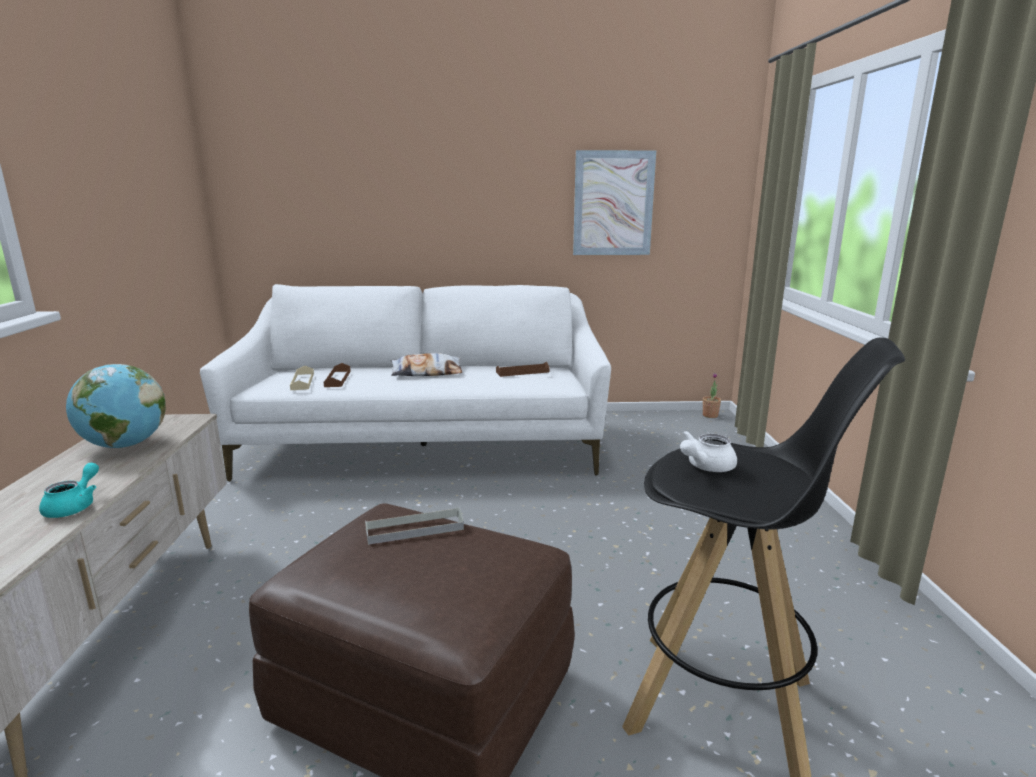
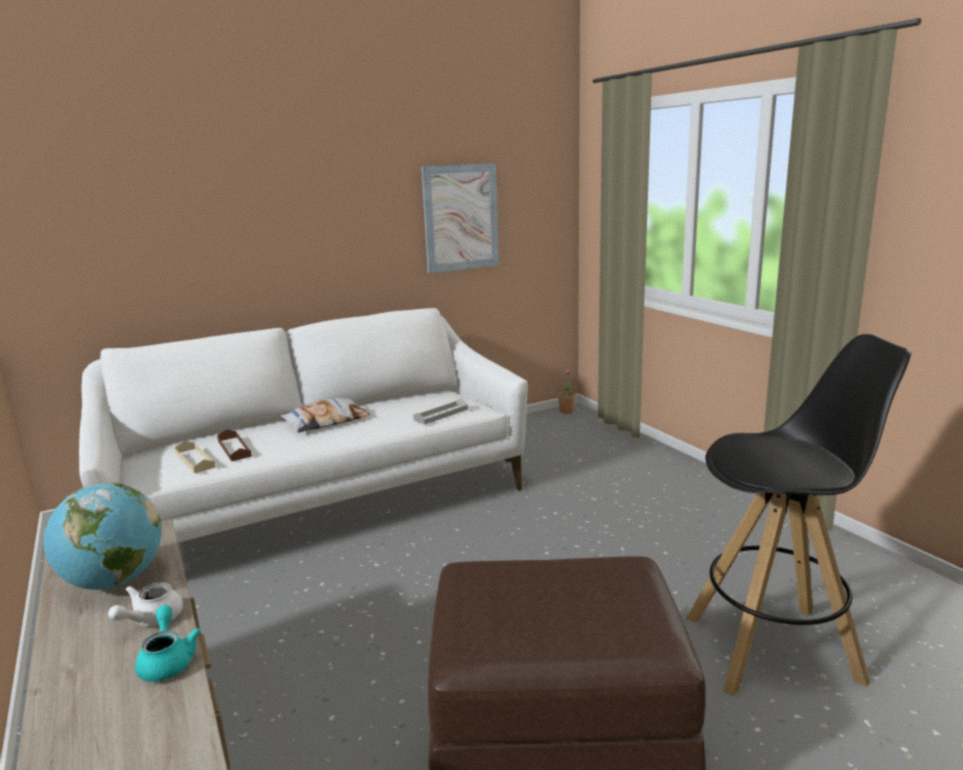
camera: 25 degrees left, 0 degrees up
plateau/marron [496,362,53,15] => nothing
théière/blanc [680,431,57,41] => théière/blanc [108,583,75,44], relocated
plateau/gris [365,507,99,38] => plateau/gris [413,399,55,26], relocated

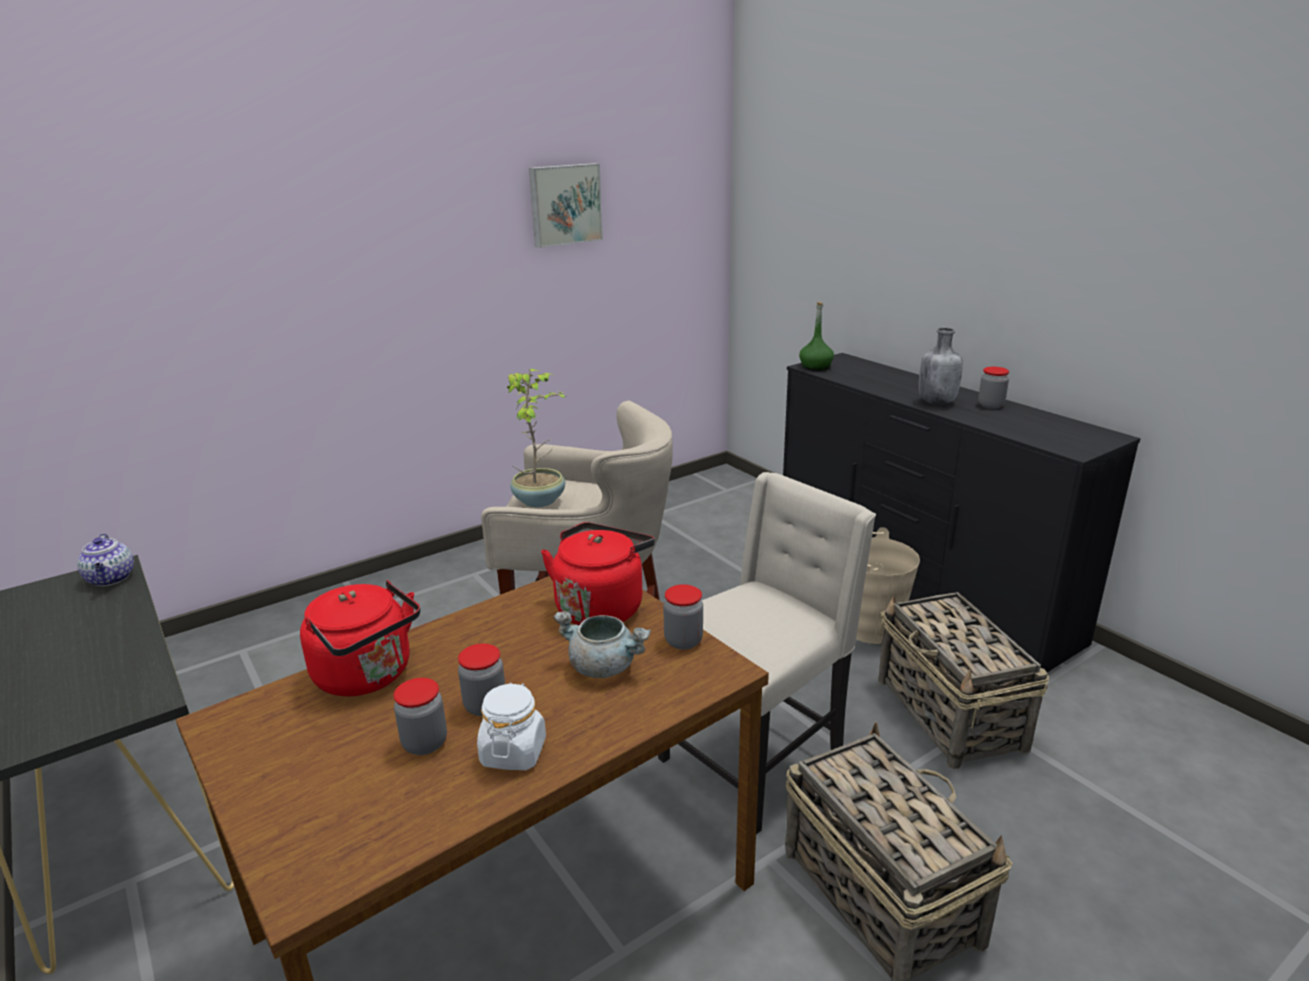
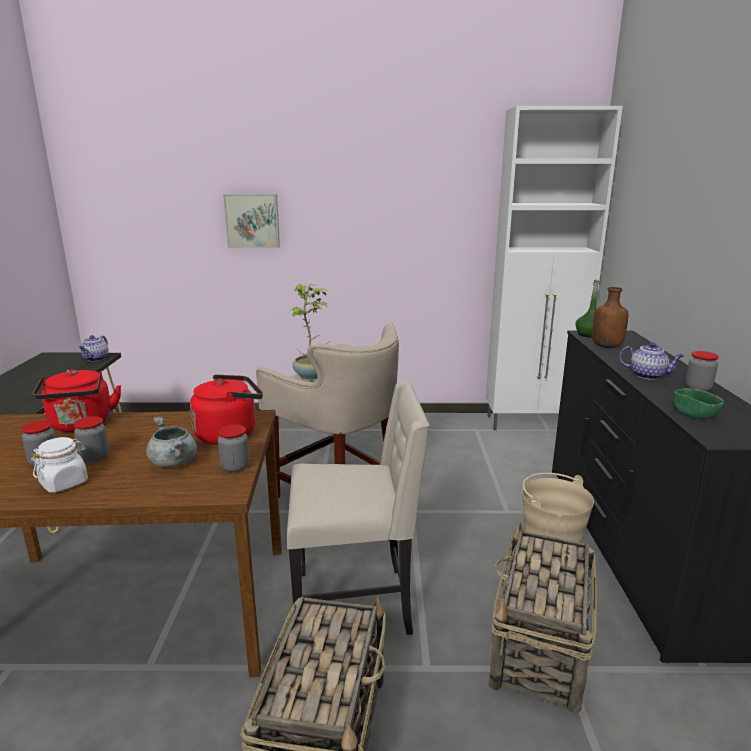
camera: 35 degrees right, 5 degrees down
tableau [529,163,74,85] => tableau [223,194,57,54], relocated
bouteille/gris [919,328,44,77] => théière [619,343,65,37]
nothing => meuble de rangement/blanc [486,106,137,324]
nothing => bouteille/marron [592,287,36,61]
nothing => bol/vert [673,388,51,31]

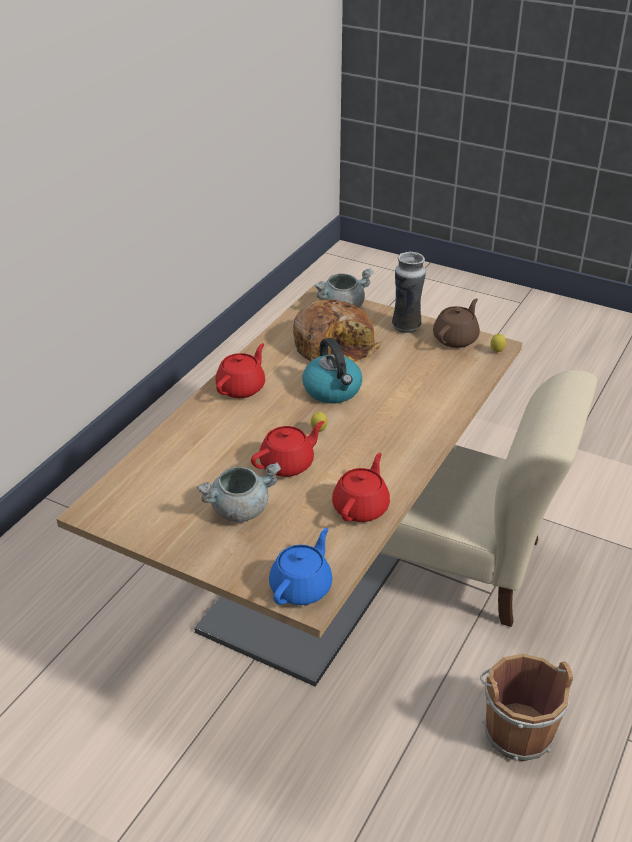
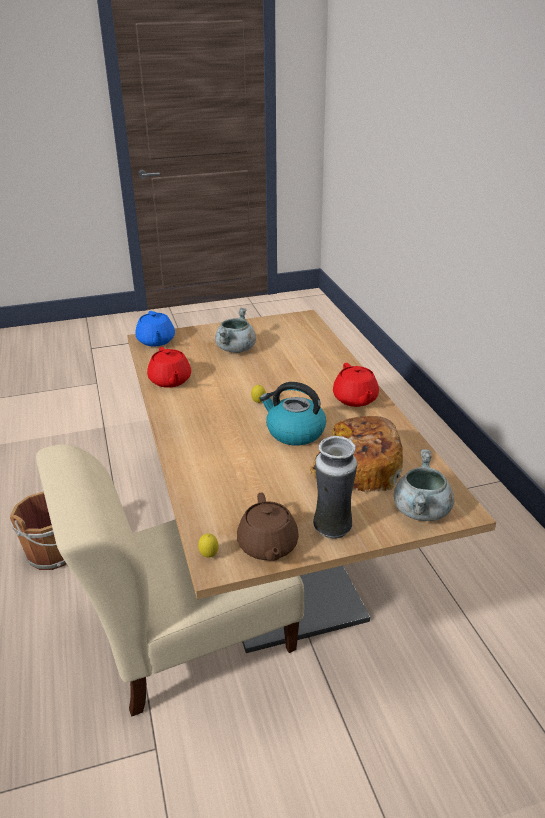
camera: 135 degrees right, 5 degrees down
théière/rouge [251,421,73,56] => nothing

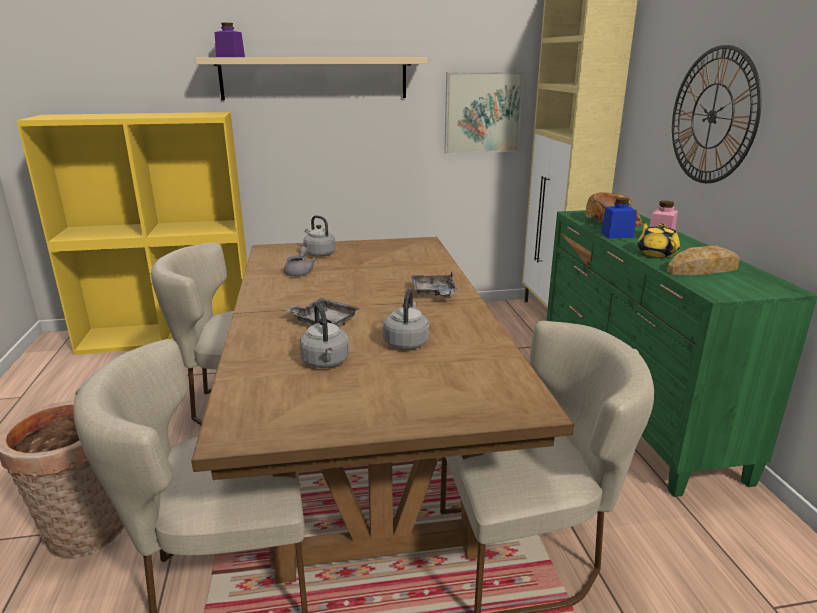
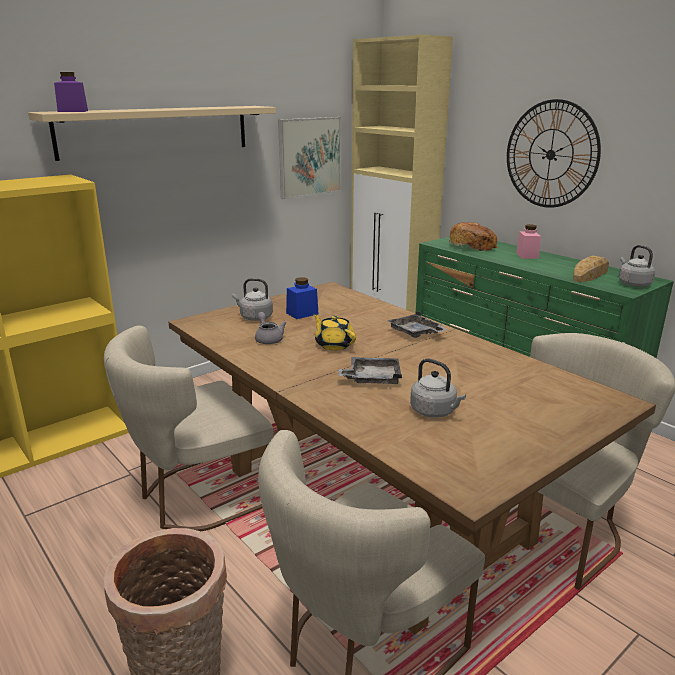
camera: 30 degrees left, 0 degrees up
bocal/bleu [601,197,36,41] => bocal/bleu [286,277,33,42], relocated
théière/jaune [637,222,43,36] => théière/jaune [313,313,43,37], relocated
bouilloire/gris [383,289,46,61] => bouilloire/gris [619,245,36,42], relocated

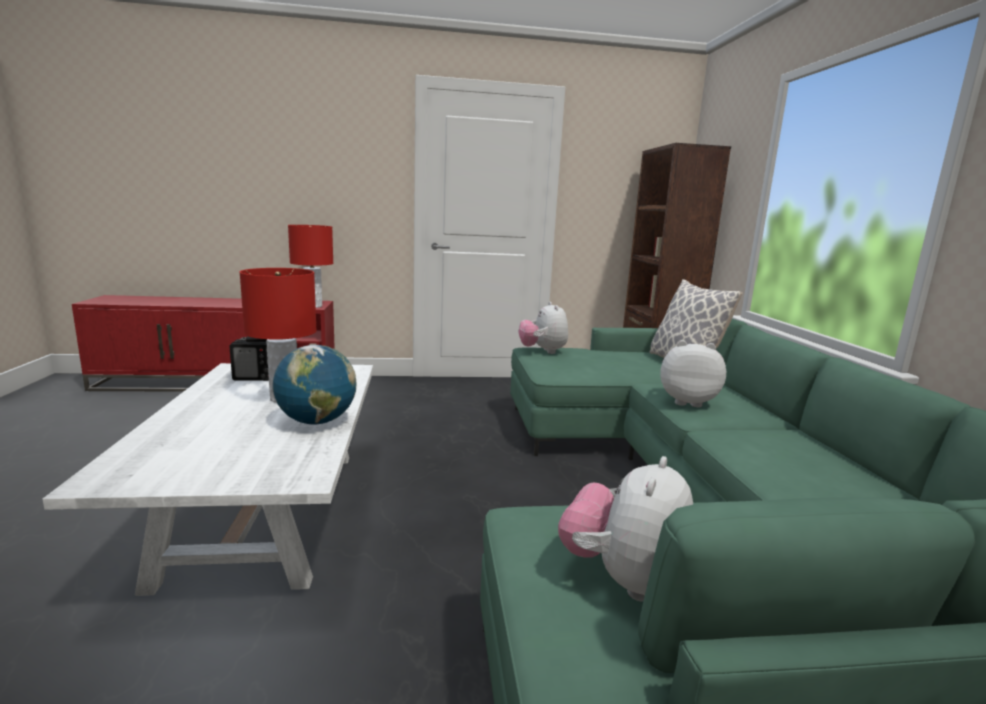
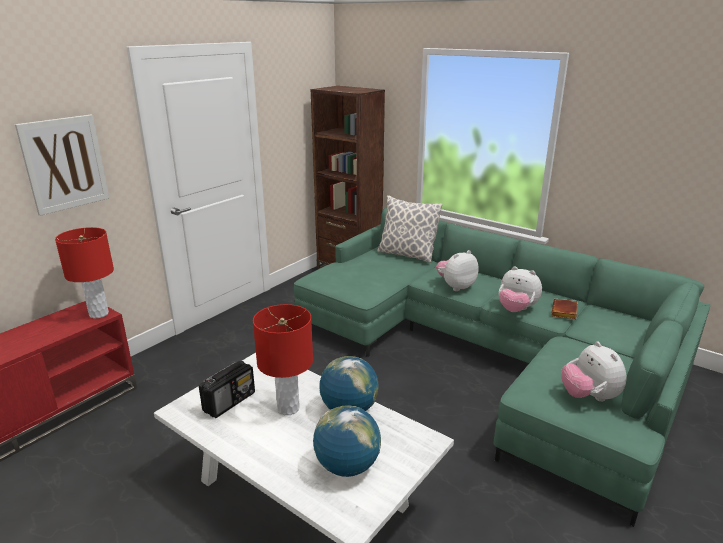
camera: 45 degrees left, 10 degrees up
peluche [518,302,50,52] => peluche [499,266,43,46], relocated
nothing => tableau [15,115,94,101]
nothing => livre/marron [551,299,27,20]
nothing => globe [313,405,68,72]

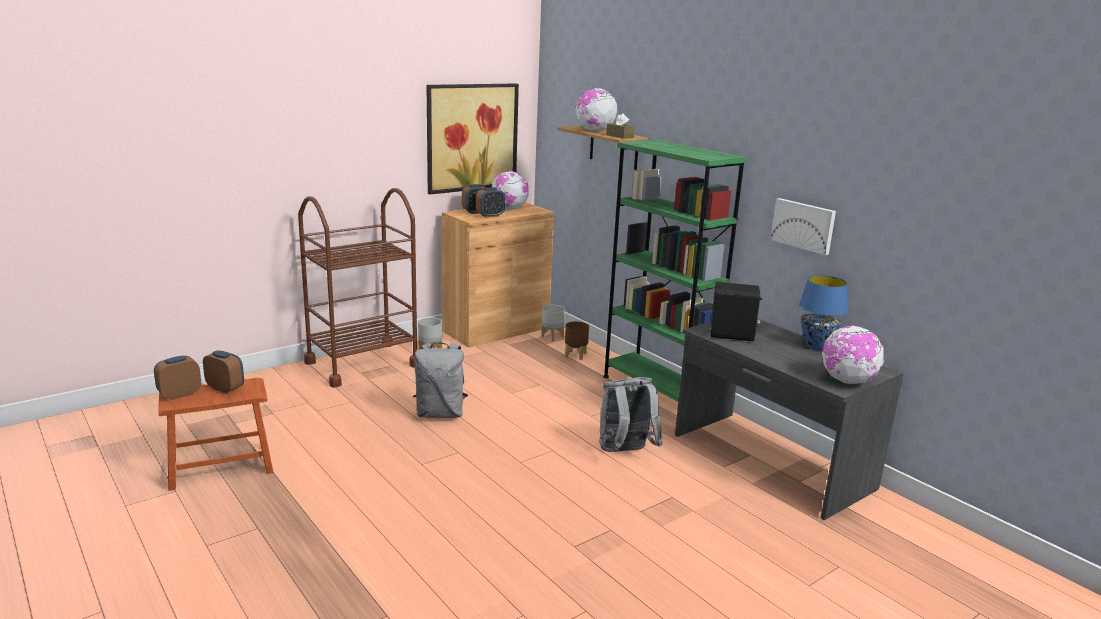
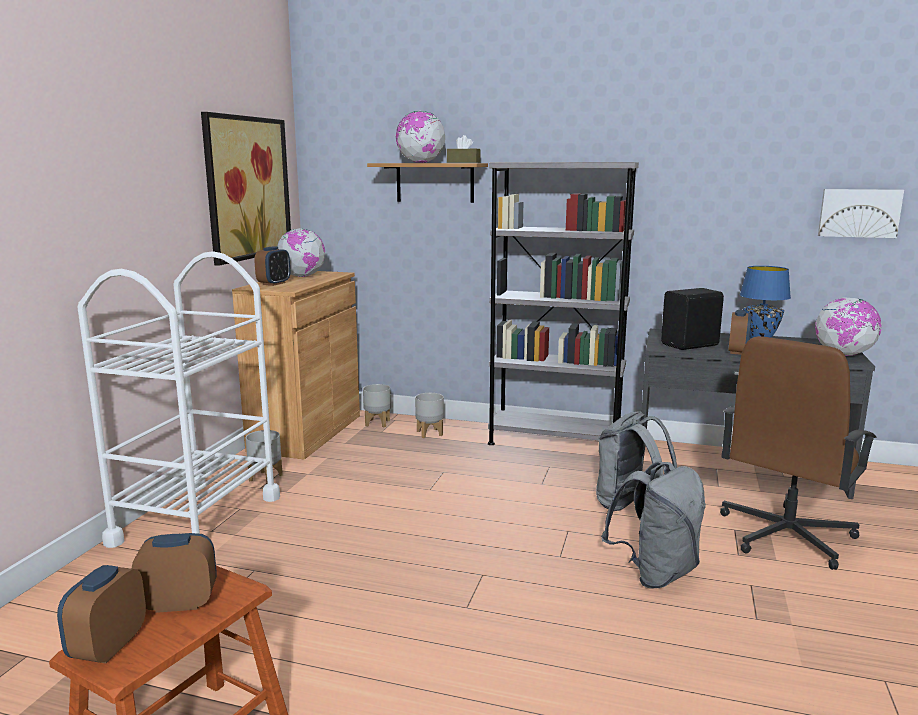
camera: 35 degrees left, 5 degrees down
bibliothèque/vert [603,139,145,262] => bibliothèque/gris [488,162,151,283]
réveil [476,187,29,31] => réveil [728,310,24,45], relocated
chariot/marron [298,188,119,200] => chariot/blanc [77,251,203,297]
tableau [771,198,65,57] => tableau [818,189,86,49], relocated
cache-pot/marron [565,321,24,39] => cache-pot/gris [415,393,29,45]
sac à dos/gris [413,342,55,76] => sac à dos/gris [601,461,105,127], relocated
nothing => chaise de bureau/marron [720,336,157,234]

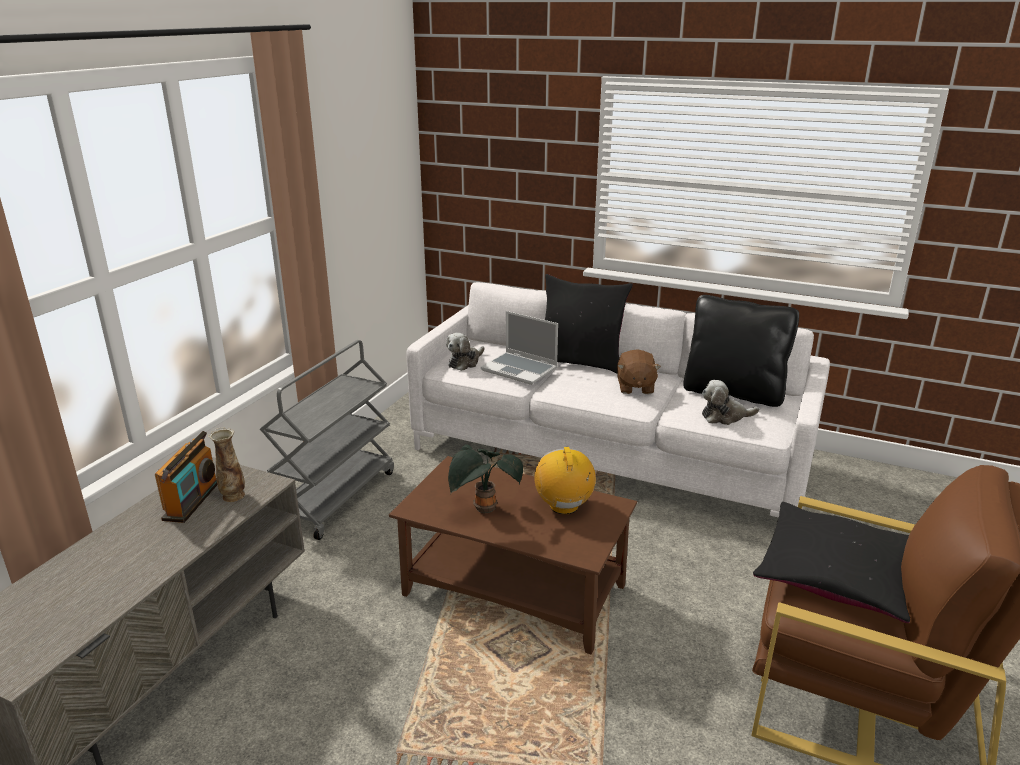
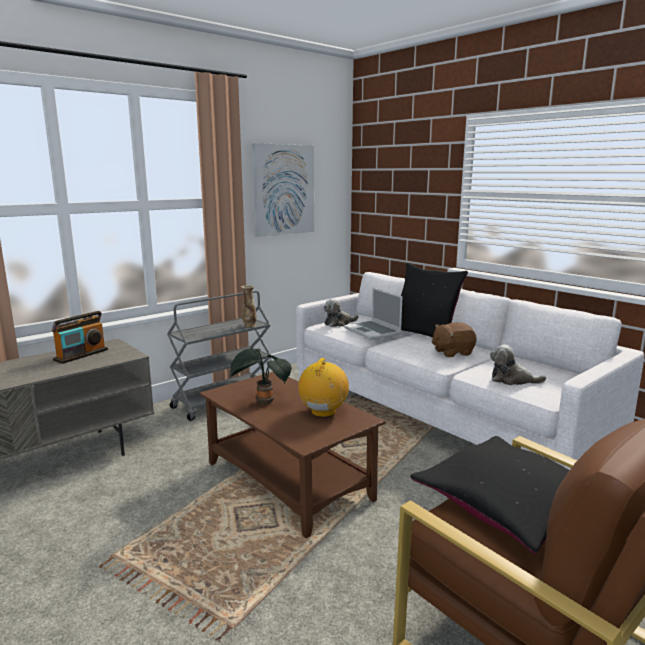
camera: 25 degrees right, 10 degrees down
coussin/noir [683,295,116,112] => nothing
peluche/marron [617,349,44,45] => peluche/marron [432,322,45,35], 45 degrees clockwise
vase [208,427,37,75] => vase [241,285,16,42], relocated
nothing => tableau [251,143,63,94]

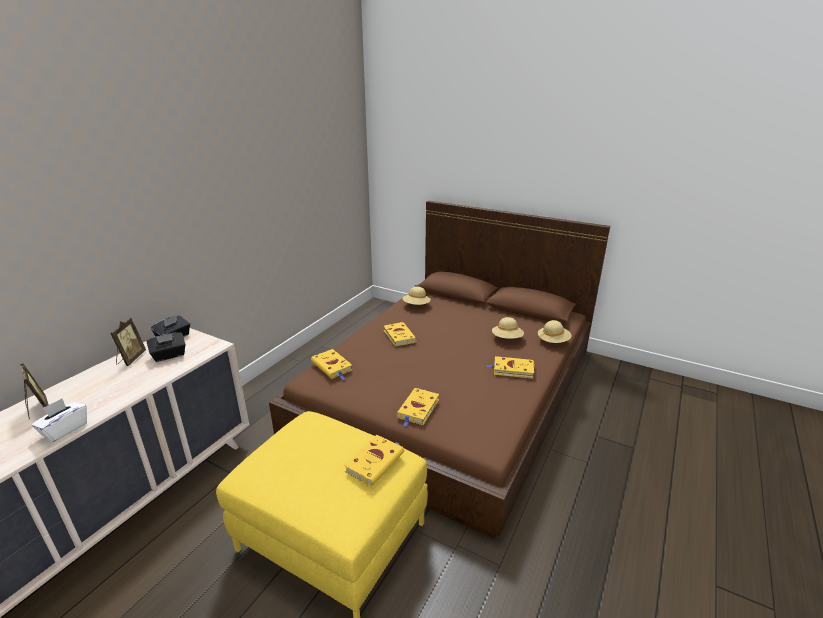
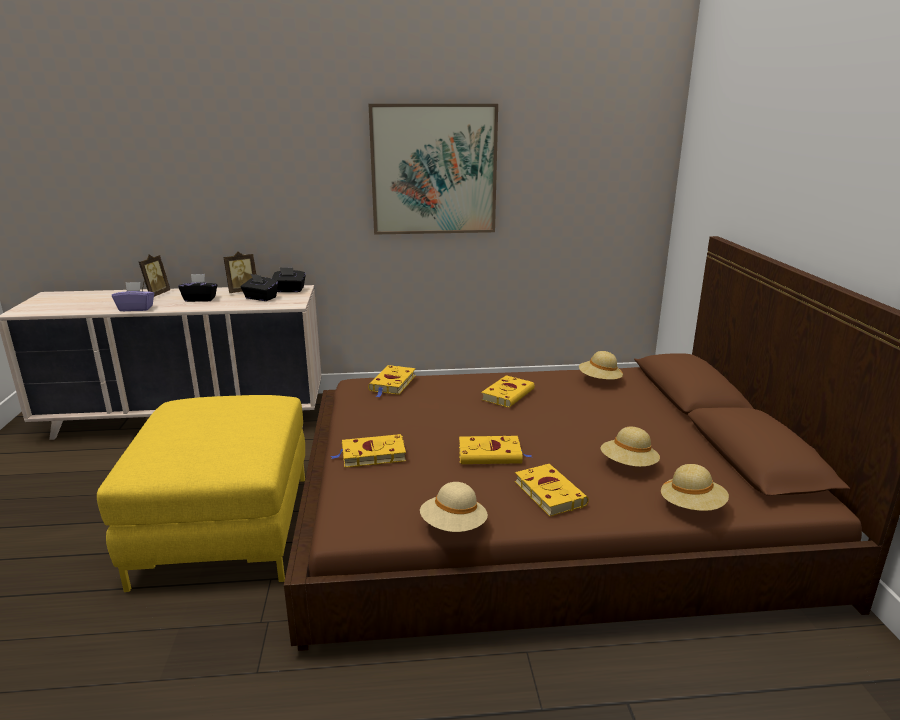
camera: 55 degrees right, 5 degrees down
boîte à mouchoirs/blanc [31,398,56,44] => boîte à mouchoirs/violet [112,282,43,29]
livre/jaune [344,435,60,51] => livre/jaune [459,436,73,28], relocated
nothing => tableau [369,104,129,131]
nothing => boîte à mouchoirs/noir [178,274,39,28]
nothing => chapeau/beige [420,482,68,50]

